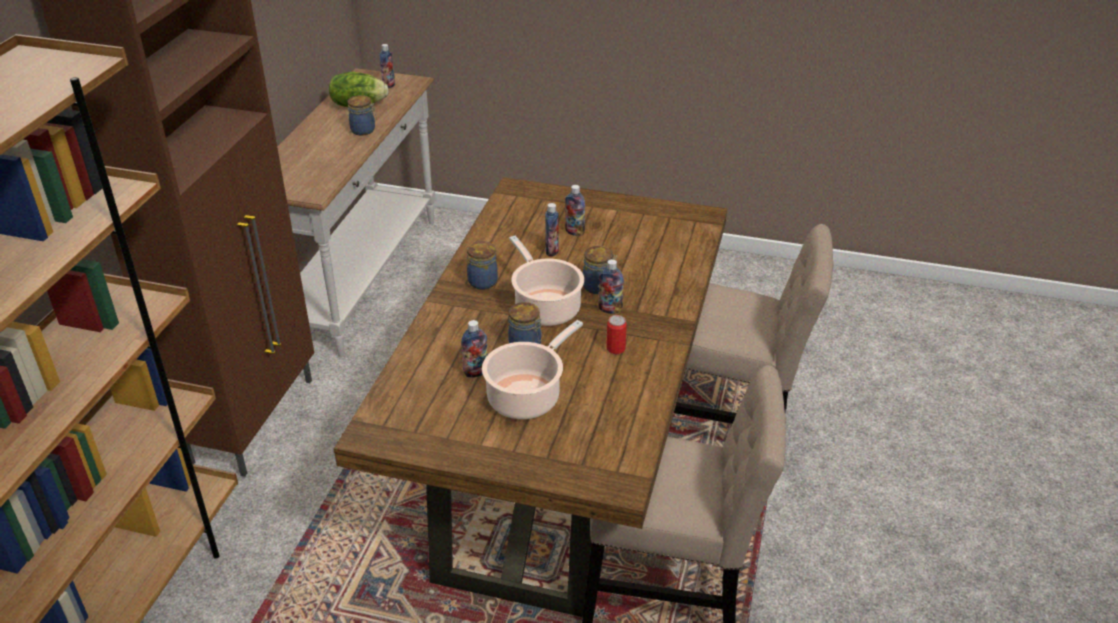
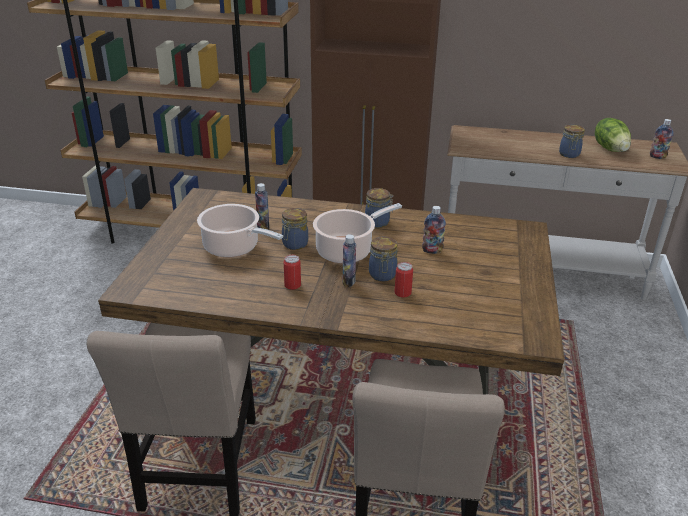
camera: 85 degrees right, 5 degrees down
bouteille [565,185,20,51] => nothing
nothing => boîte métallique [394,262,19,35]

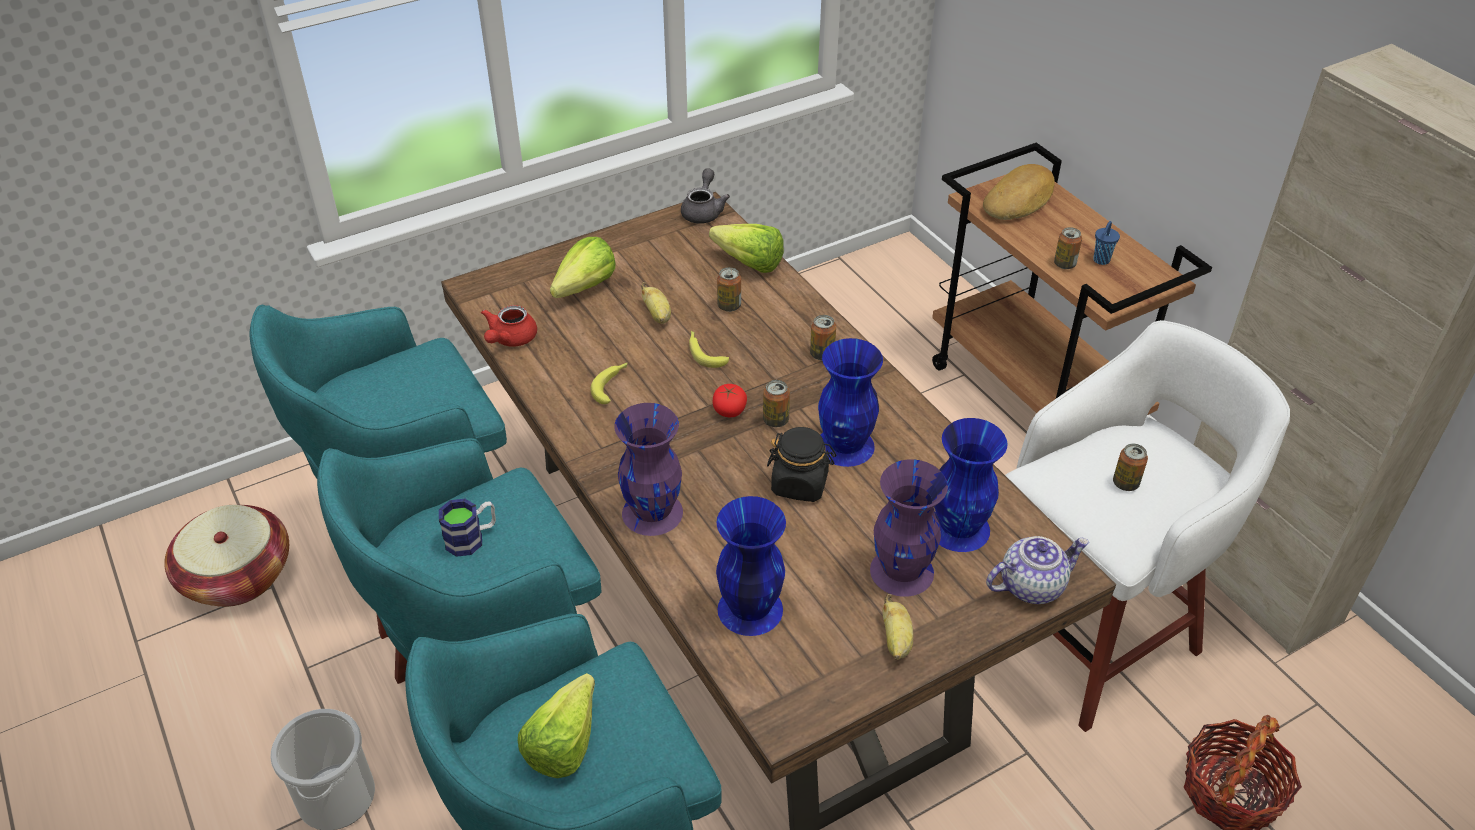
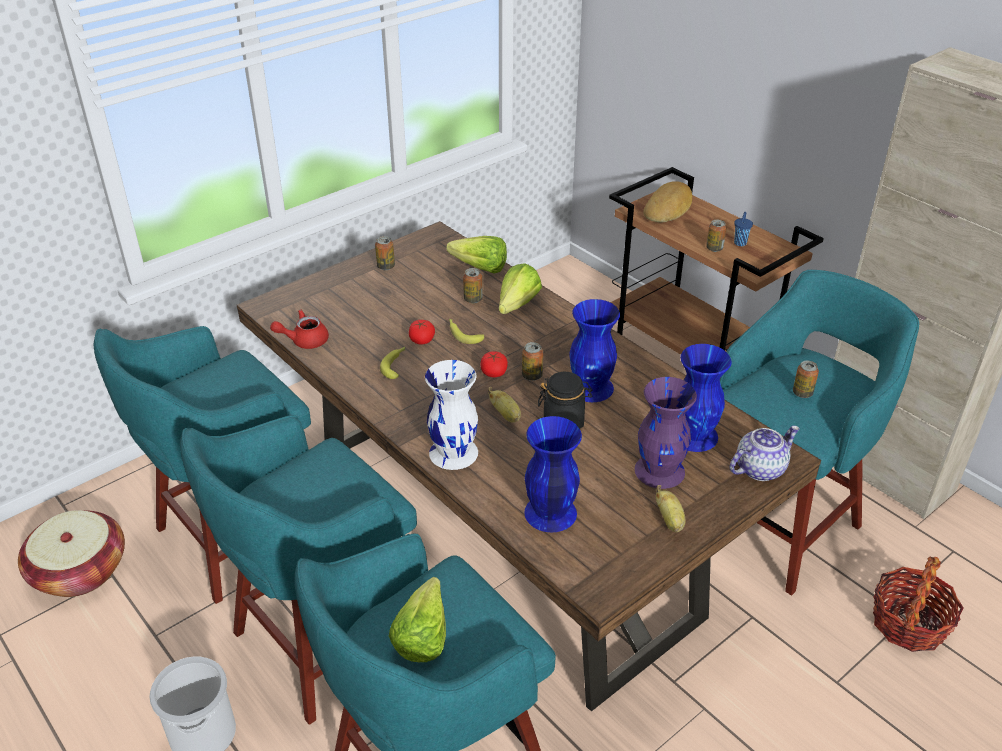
camera: 10 degrees left, 5 degrees down
théière/gris [681,168,49,56] => nothing
laitue [550,237,66,61] => laitue [499,263,43,51], relocated
banane [641,282,30,42] => banane [488,387,33,36], relocated
théière/rouge [481,305,56,42] => théière/rouge [270,310,59,39], 60 degrees clockwise
boîte métallique [810,315,26,45] => boîte métallique [375,236,20,34], relocated
tabouret/blanc [1005,320,285,412] => tabouret/turquoise [720,270,199,326]
vase/violet [614,403,69,133] => vase/blanc [425,360,53,110]
mug [439,499,57,58] => nothing
nothing => tomate [409,320,26,25]

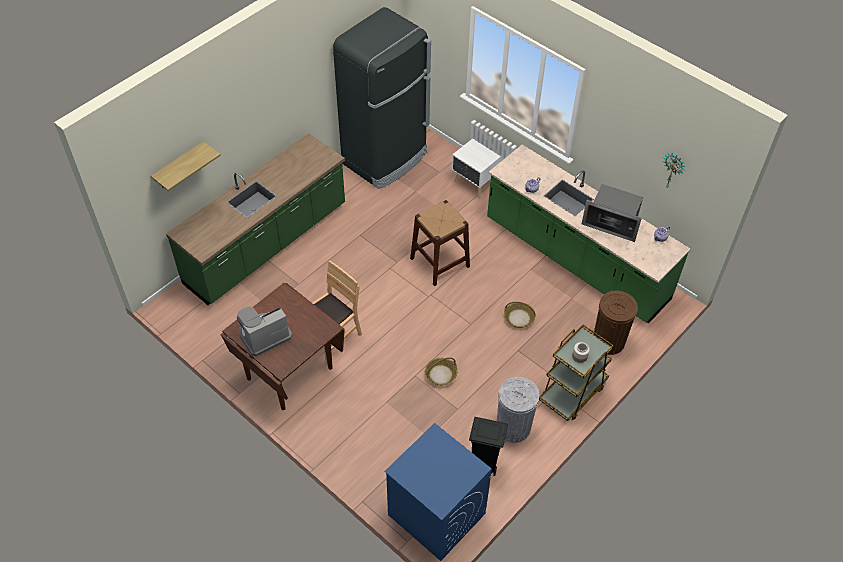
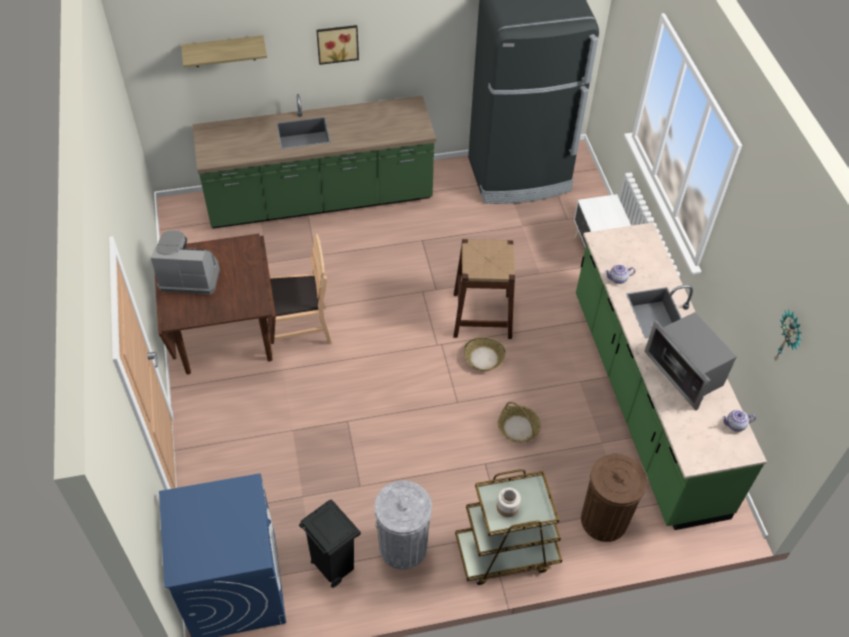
camera: 35 degrees right, 0 degrees up
panier [425,357,32,28] => panier [464,337,42,34], relocated
nothing => tableau [316,25,43,40]

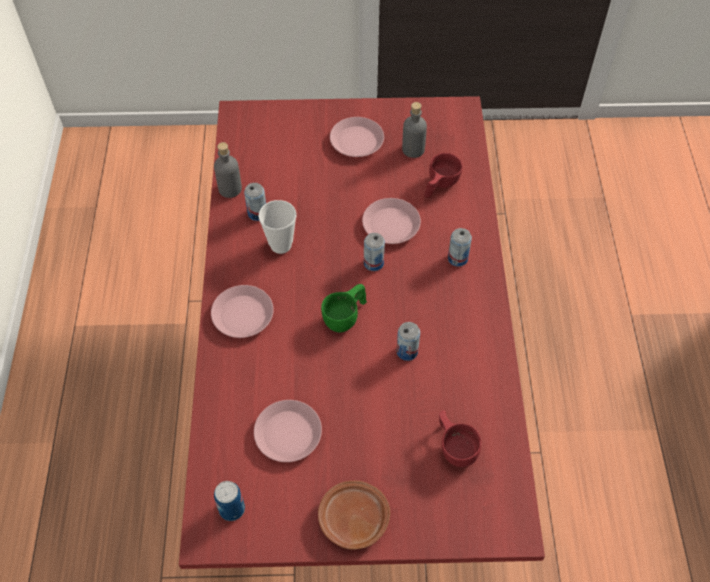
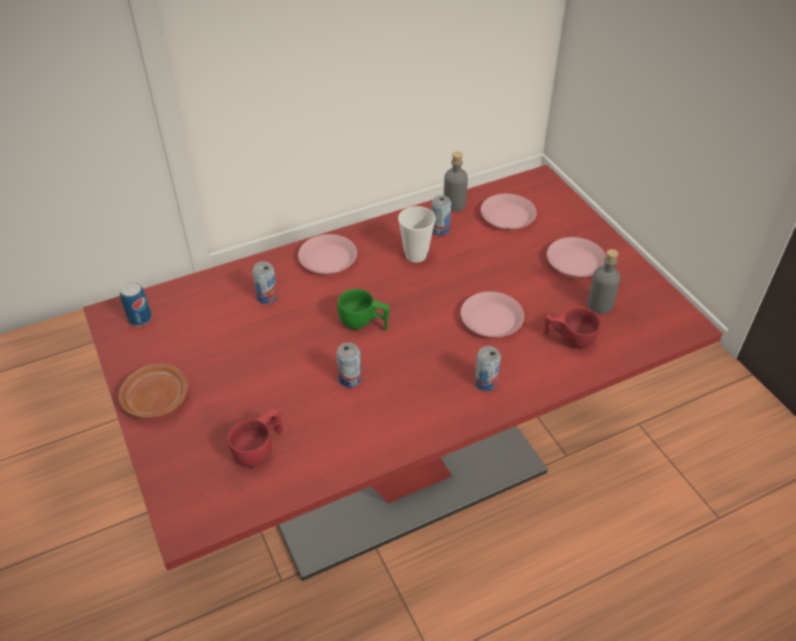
camera: 65 degrees right, 10 degrees down
boîte métallique [364,233,21,38] => boîte métallique [252,261,26,43], relocated
assiette/rose [254,400,68,62] => assiette/rose [481,194,56,36], relocated

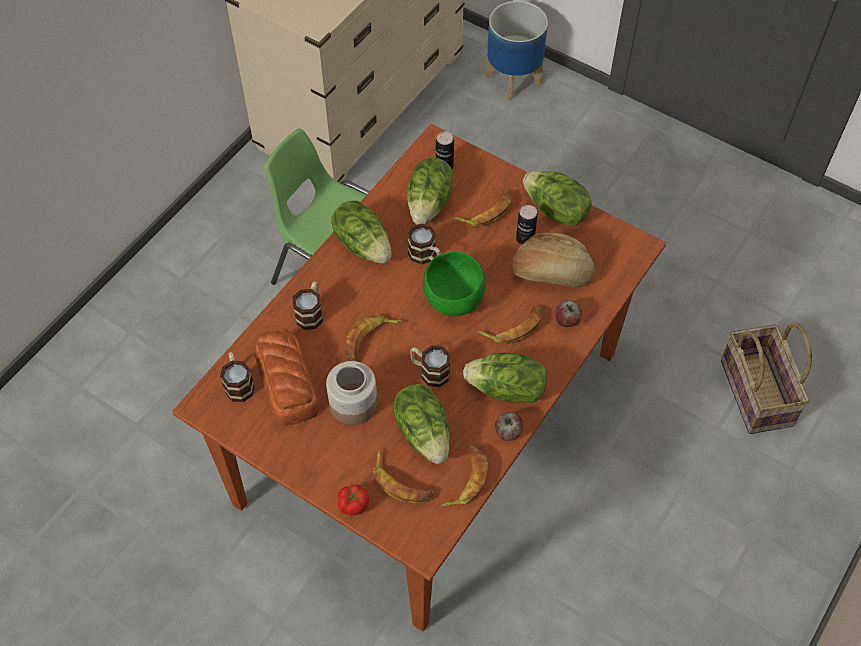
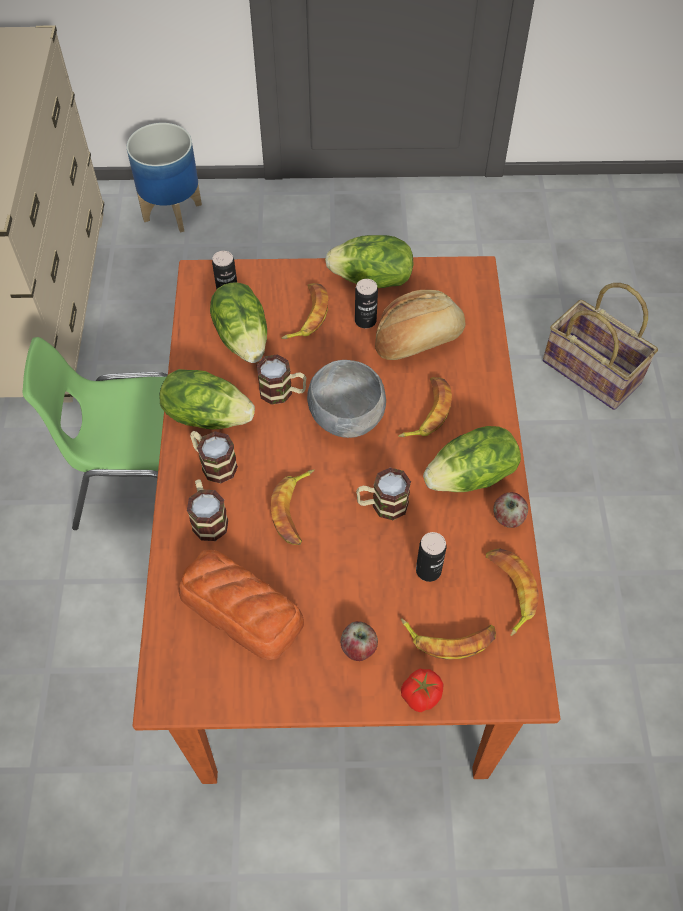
camera: 35 degrees left, 0 degrees up
bol/vert [423,252,63,64] => bol/gris [307,360,79,78]
pomme [555,300,27,27] => pomme [341,621,37,40], relocated
mug [220,352,35,51] => mug [190,431,48,53], relocated
bocal [326,361,51,64] => nothing
laitue [393,384,57,80] => boîte métallique [416,532,30,50]

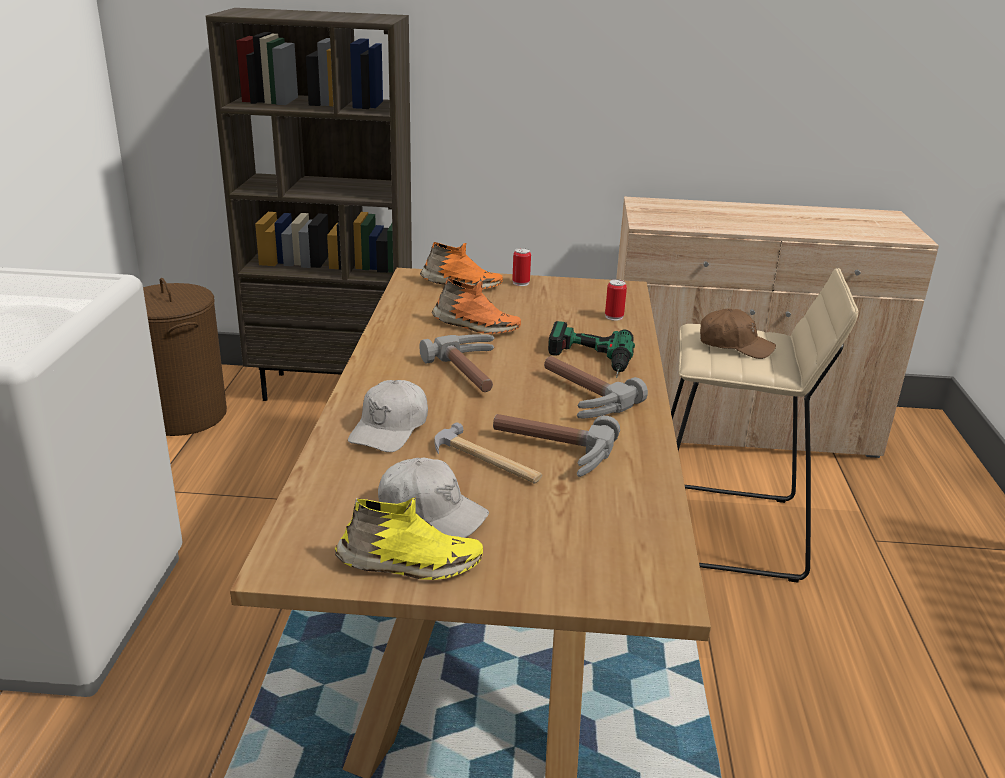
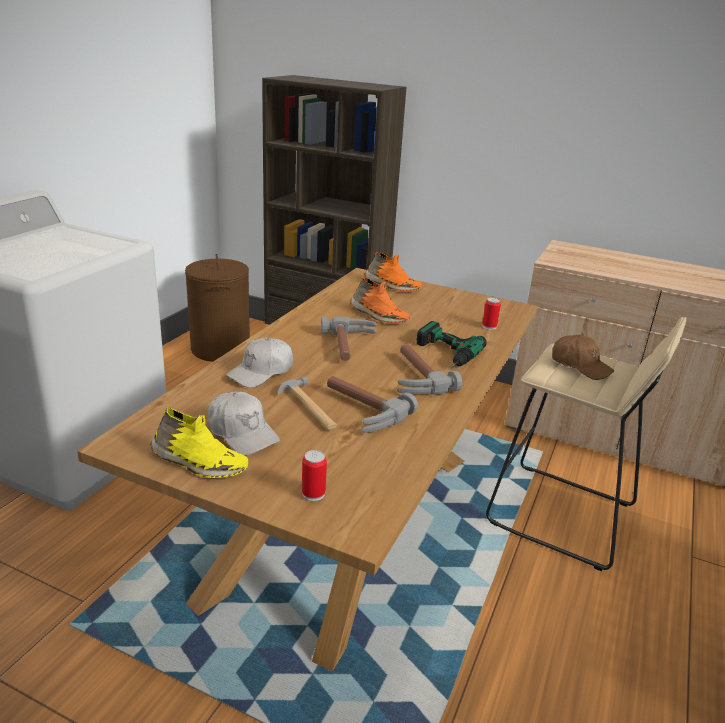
camera: 20 degrees right, 0 degrees up
boîte métallique [512,248,19,38] => boîte métallique [302,450,25,51], relocated

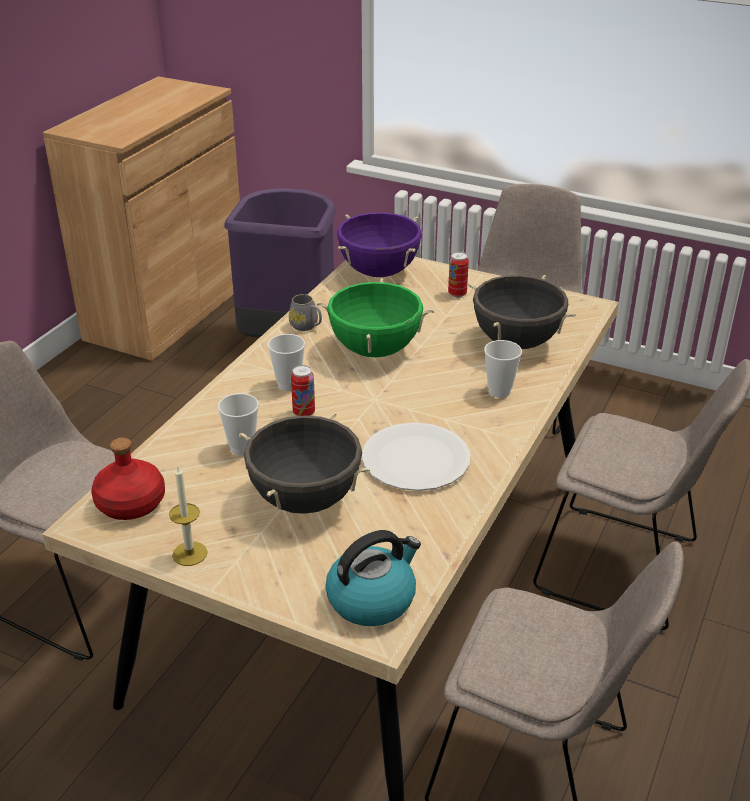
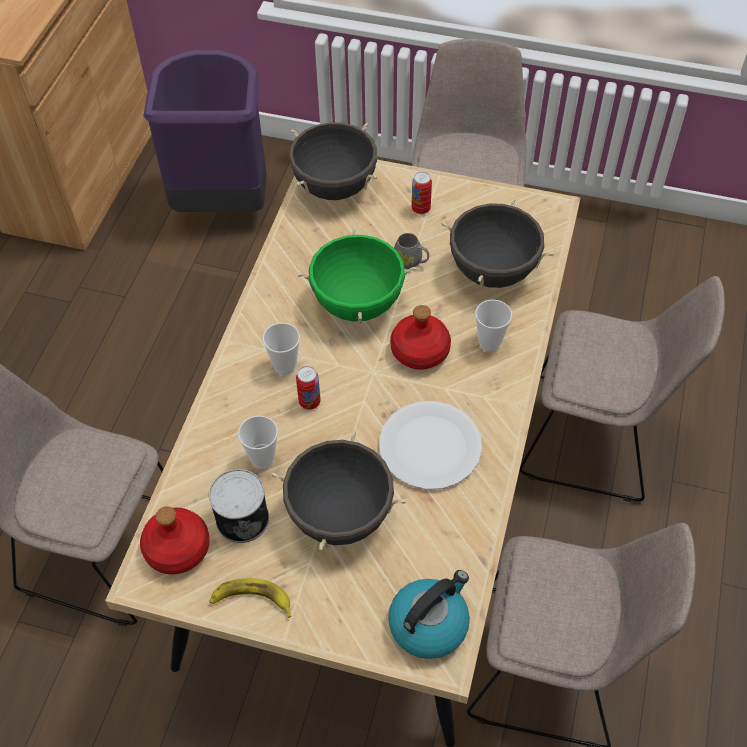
camera: 10 degrees left, 20 degrees up
marmite/violet [337,212,85,65] => marmite/noir [289,122,88,78]
mug/gris [289,294,33,37] => mug/gris [394,233,35,36], relocated
bougie [169,466,39,100] => banane [209,579,83,39]
nothing => bouteille/rouge [390,305,61,65]
nothing => boîte métallique [209,469,60,74]

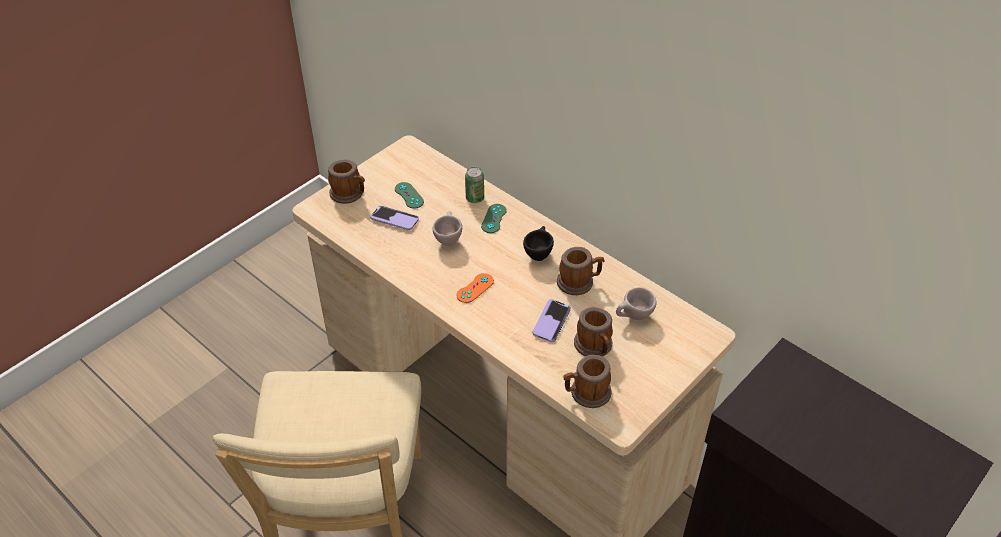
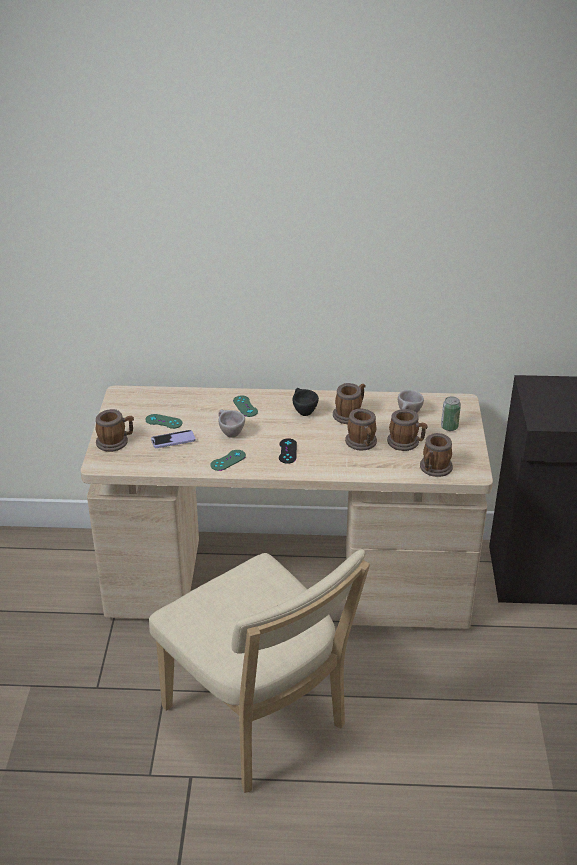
camera: 40 degrees left, 10 degrees down
boîte métallique [465,167,19,36] => boîte métallique [441,396,20,35], relocated
manette/orange [456,273,38,30] => manette/noir [279,438,18,26]
téléphone [532,299,39,43] => mug [345,408,32,43]
nothing => manette/vert [210,450,36,21]

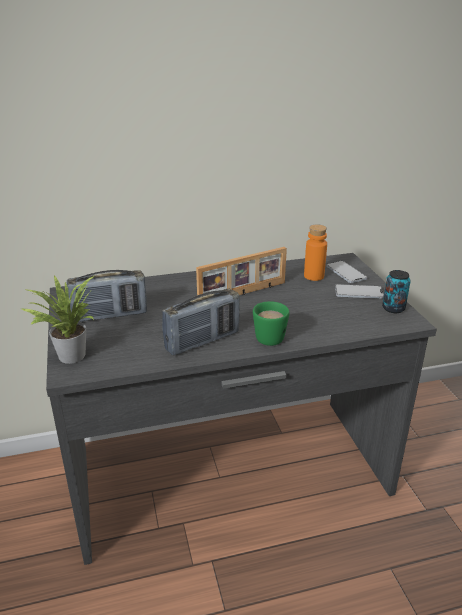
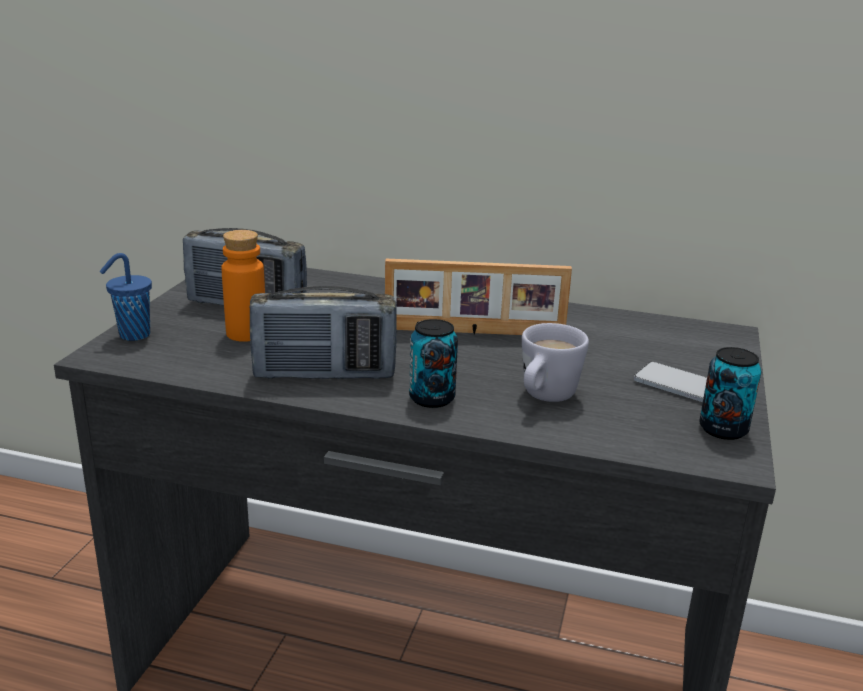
camera: 30 degrees right, 5 degrees down
bouteille/orange [304,225,23,56] => bouteille/orange [221,230,44,112], relocated
téléphone [326,261,41,22] => nothing
plante en pot [22,275,72,89] => tasse/bleu [100,253,52,88]
mug/vert [253,301,37,45] => boîte métallique [409,319,49,89]
nothing => mug/blanc [522,323,67,79]

